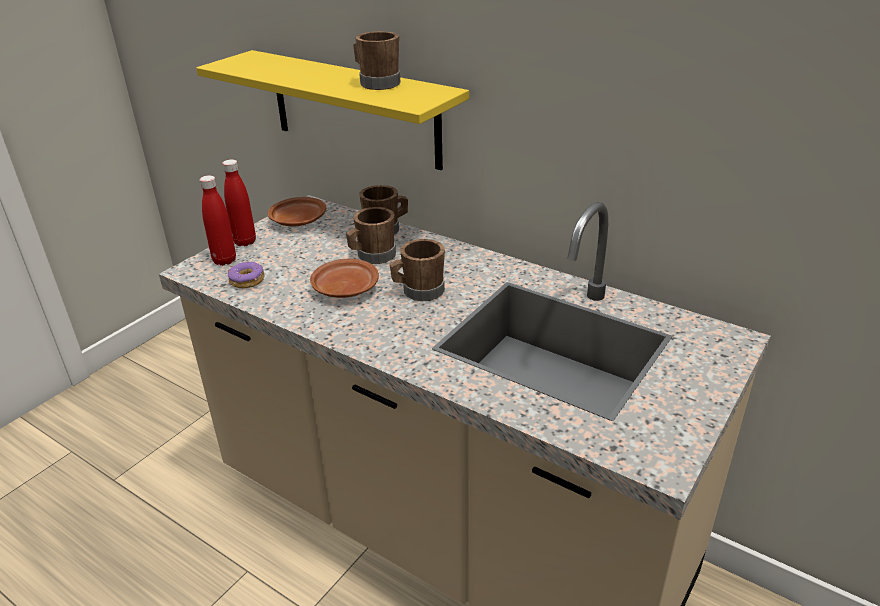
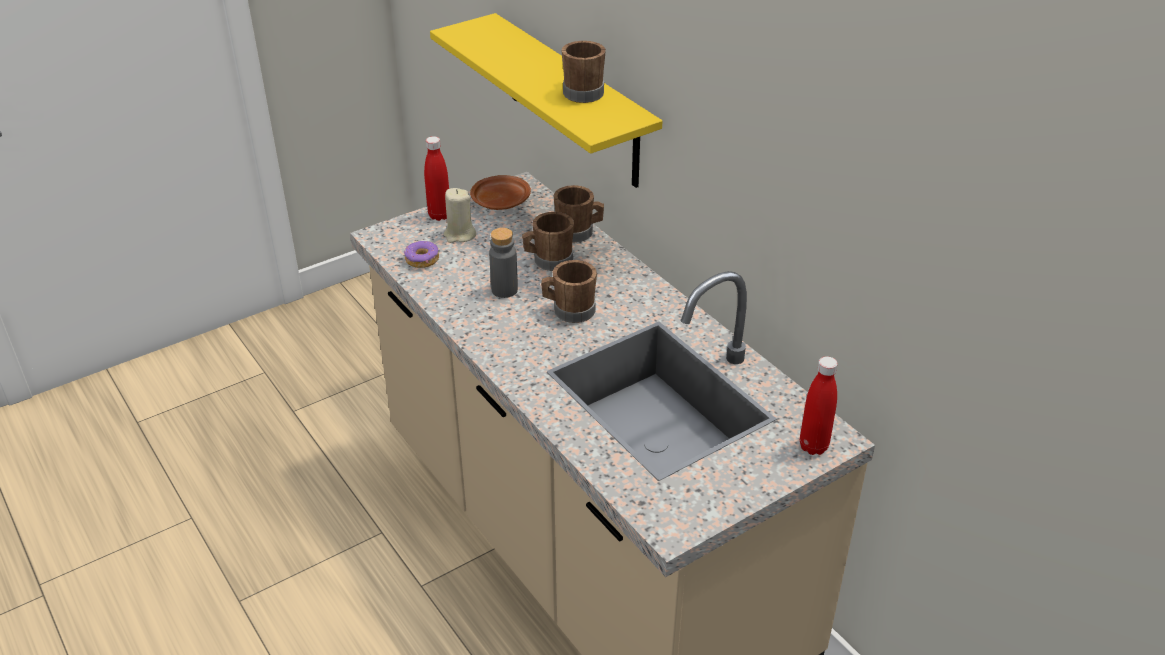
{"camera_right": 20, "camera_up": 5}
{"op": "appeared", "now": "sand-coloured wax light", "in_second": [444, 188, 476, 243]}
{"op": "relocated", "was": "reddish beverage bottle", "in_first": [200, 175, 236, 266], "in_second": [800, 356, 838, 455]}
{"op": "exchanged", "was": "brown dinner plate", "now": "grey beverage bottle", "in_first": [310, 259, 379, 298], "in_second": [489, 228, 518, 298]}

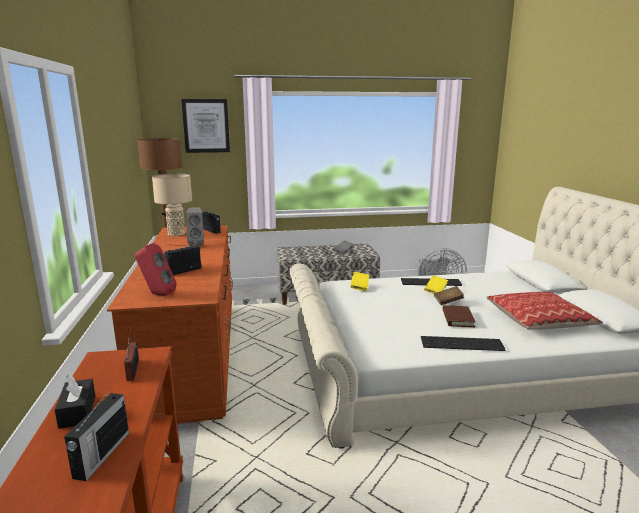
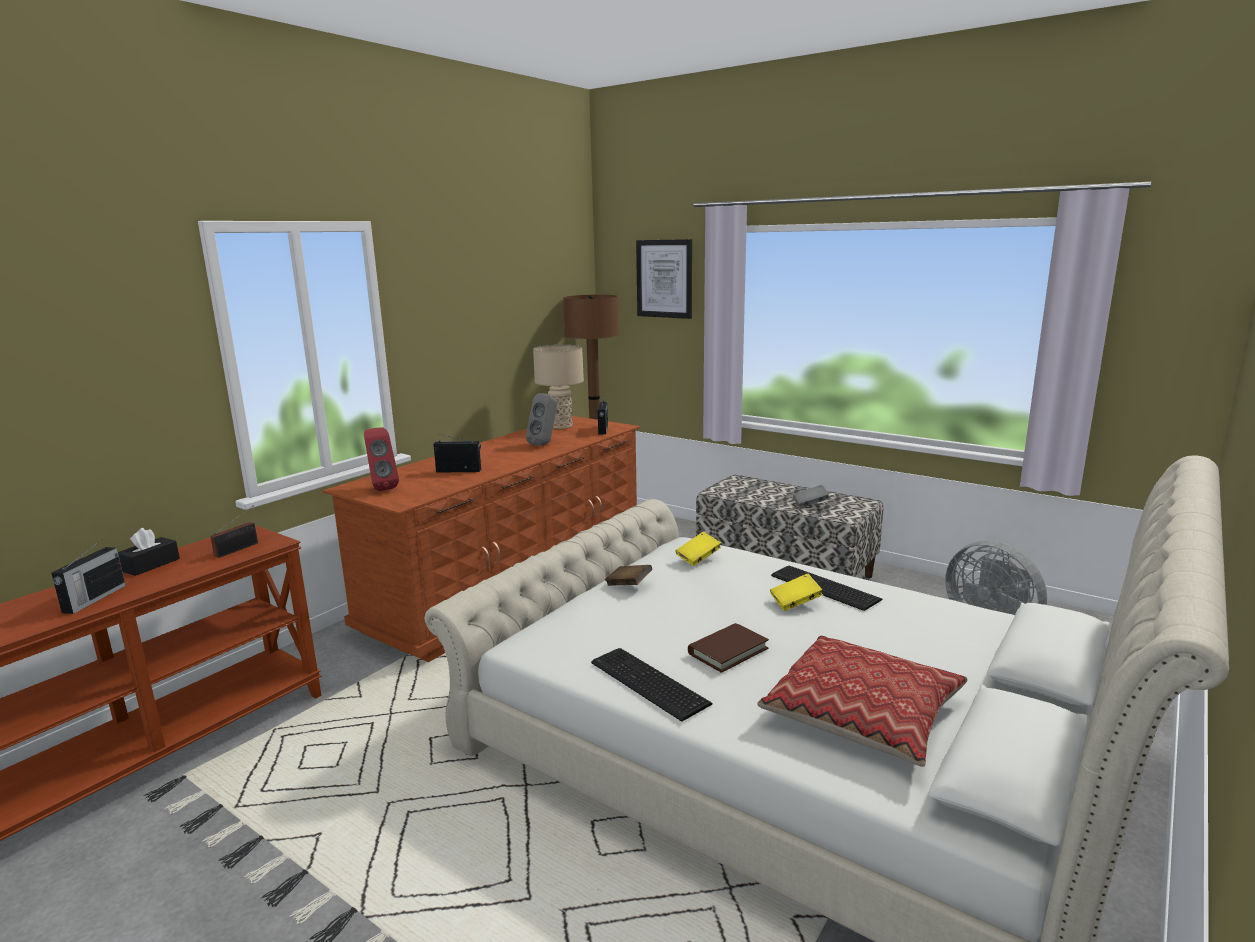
{"camera_right": 45, "camera_up": 0}
{"op": "relocated", "was": "brown bound book", "in_first": [434, 286, 464, 305], "in_second": [605, 565, 652, 586]}
{"op": "spun", "was": "radio receiver", "in_first": [64, 387, 129, 481], "in_second": [51, 541, 126, 614], "clockwise": -45}

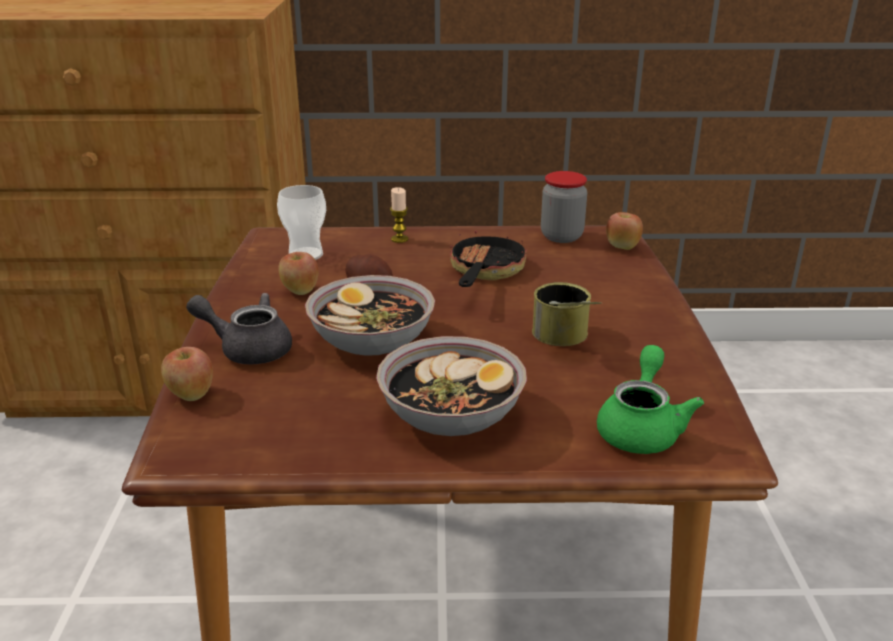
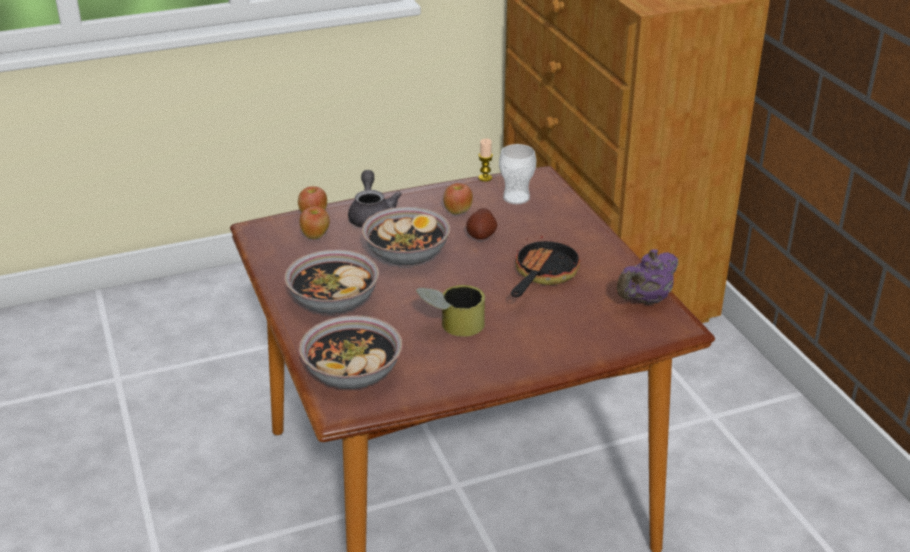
{"camera_right": 70, "camera_up": 5}
{"op": "relocated", "was": "wax light", "in_first": [390, 187, 409, 243], "in_second": [478, 139, 493, 182]}
{"op": "relocated", "was": "apple", "in_first": [606, 212, 643, 250], "in_second": [300, 206, 330, 239]}
{"op": "exchanged", "was": "preserve jar", "now": "purple pot for tea", "in_first": [541, 171, 587, 243], "in_second": [617, 249, 678, 304]}
{"op": "exchanged", "was": "green pot for tea", "now": "bowl", "in_first": [597, 345, 704, 454], "in_second": [299, 315, 403, 389]}
{"op": "spun", "was": "skillet", "in_first": [450, 230, 527, 287], "in_second": [511, 228, 581, 297], "clockwise": -60}

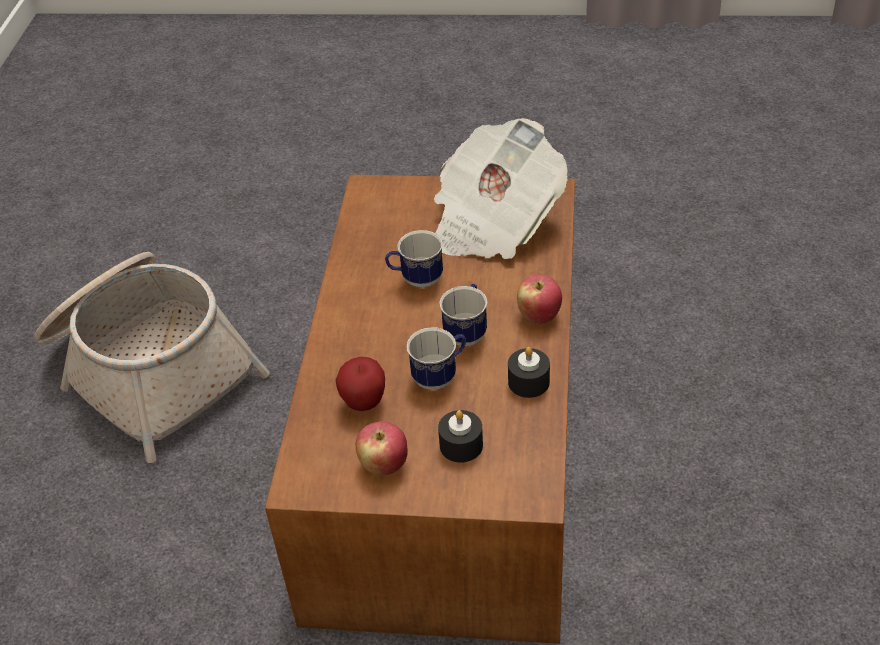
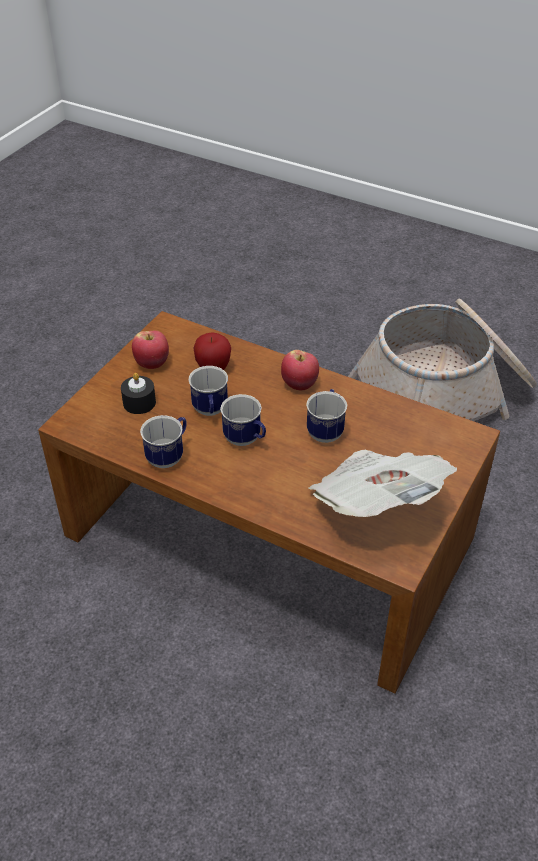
{"camera_right": 110, "camera_up": 0}
{"op": "relocated", "was": "apple", "in_first": [517, 275, 562, 324], "in_second": [281, 350, 319, 391]}
{"op": "exchanged", "was": "black-coloured wax light", "now": "mug", "in_first": [508, 347, 550, 398], "in_second": [140, 415, 187, 468]}

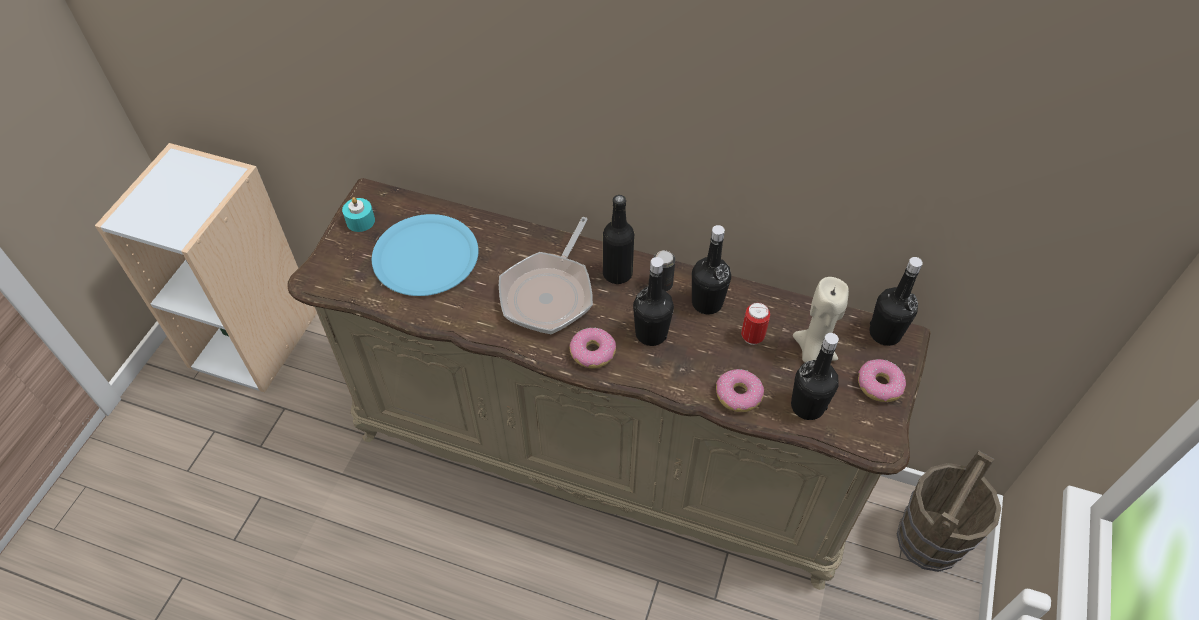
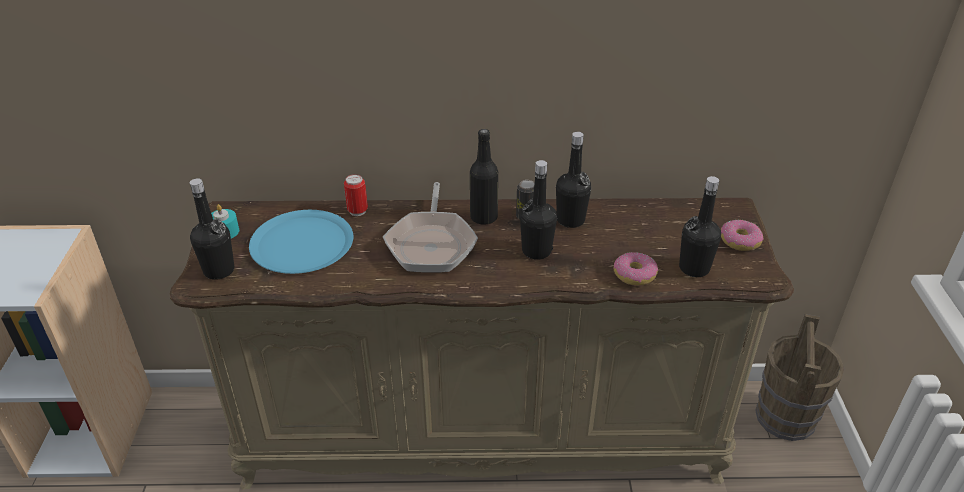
{"camera_right": -20, "camera_up": -15}
{"op": "missing", "was": "donut", "in_first": [569, 328, 616, 369]}
{"op": "missing", "was": "sand-coloured wax light", "in_first": [793, 277, 849, 362]}
{"op": "relocated", "was": "sealed can", "in_first": [741, 302, 770, 345], "in_second": [344, 174, 368, 216]}
{"op": "relocated", "was": "black-coloured beverage bottle", "in_first": [870, 257, 923, 346], "in_second": [190, 178, 234, 280]}

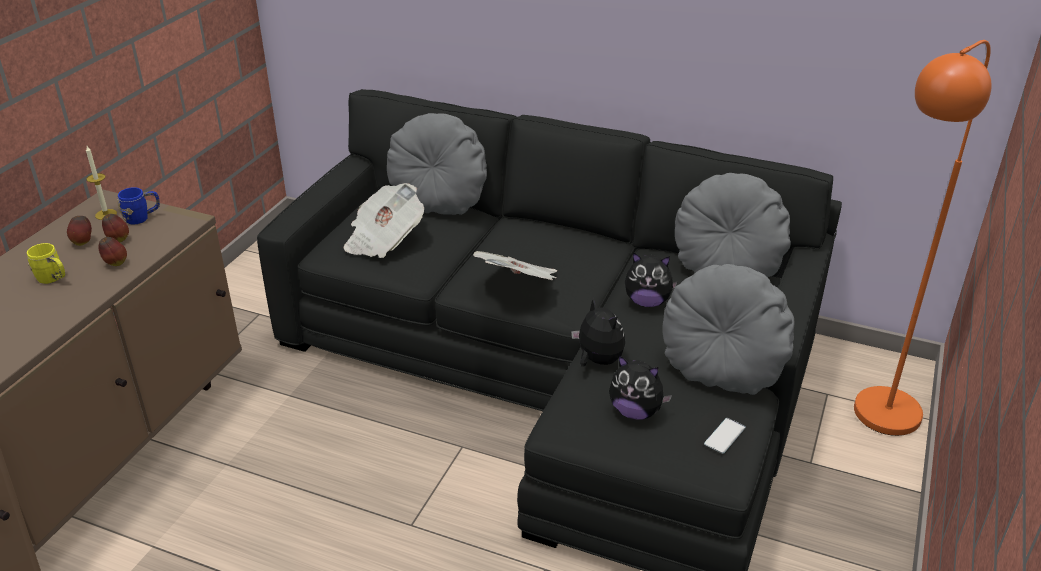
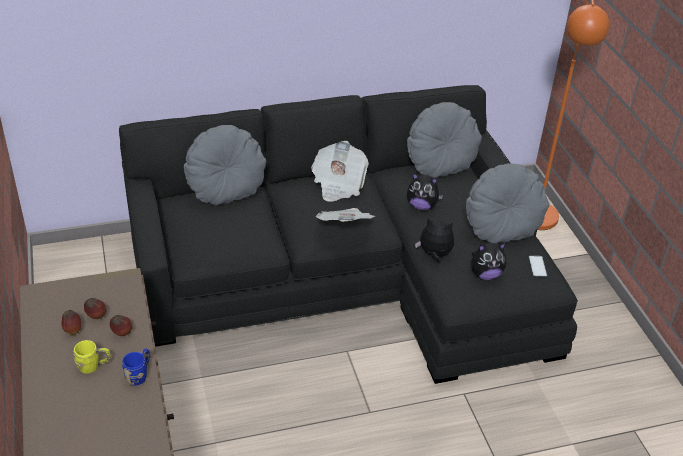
{"camera_right": -40, "camera_up": 5}
{"op": "missing", "was": "wax light", "in_first": [86, 146, 117, 220]}
{"op": "relocated", "was": "blue-coloured mug", "in_first": [117, 187, 160, 224], "in_second": [122, 349, 150, 386]}
{"op": "relocated", "was": "printed paper", "in_first": [344, 183, 424, 258], "in_second": [311, 141, 369, 202]}
{"op": "spun", "was": "soft toy", "in_first": [625, 252, 678, 307], "in_second": [407, 173, 444, 210], "clockwise": 45}

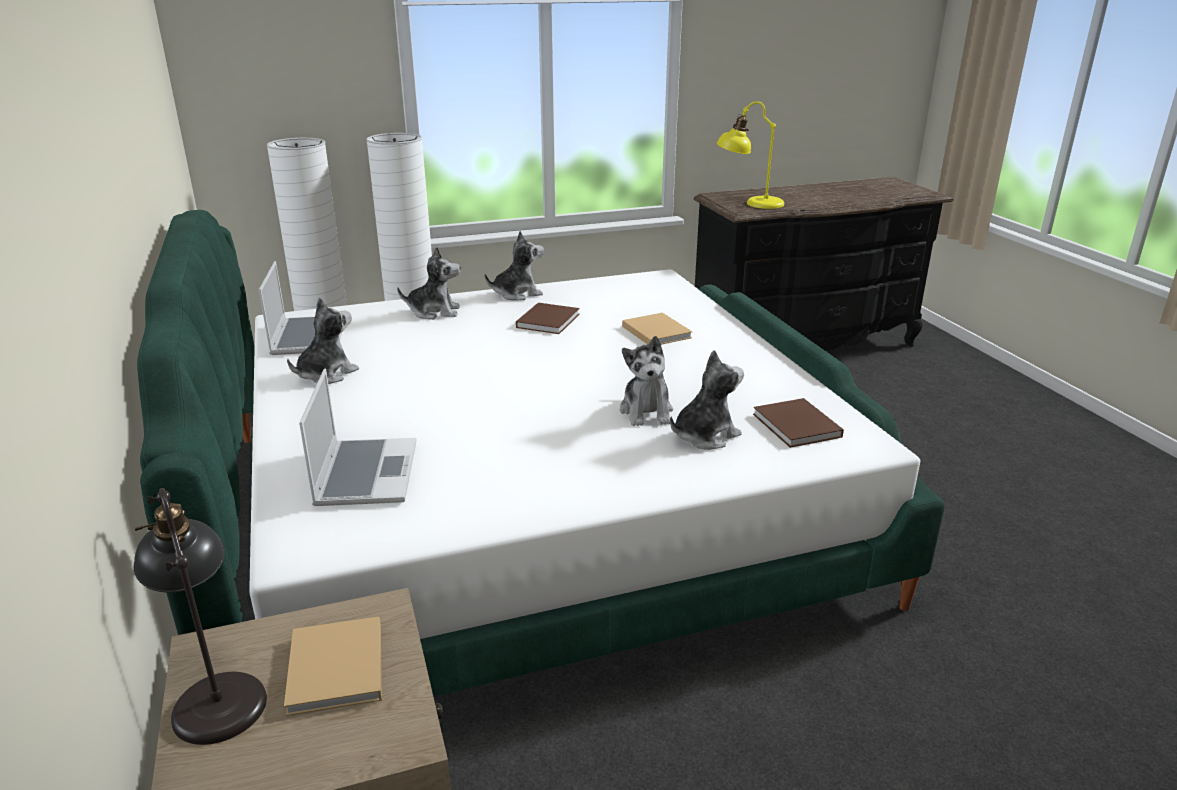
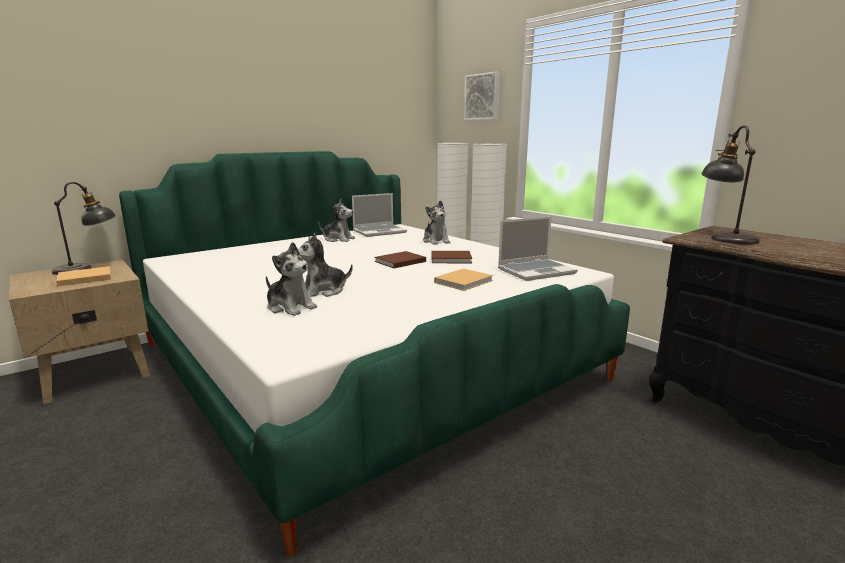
{"camera_right": 70, "camera_up": -10}
{"op": "missing", "was": "soft toy", "in_first": [485, 231, 544, 301]}
{"op": "appeared", "now": "wall art", "in_second": [464, 72, 500, 120]}
{"op": "relocated", "was": "notebook computer", "in_first": [299, 369, 417, 506], "in_second": [498, 216, 578, 281]}
{"op": "relocated", "was": "brown bound book", "in_first": [753, 398, 844, 448], "in_second": [374, 251, 426, 268]}
{"op": "colour", "was": "yellowish lamp for a table", "now": "grey lamp for a table", "in_first": [717, 101, 784, 209], "in_second": [702, 125, 760, 244]}

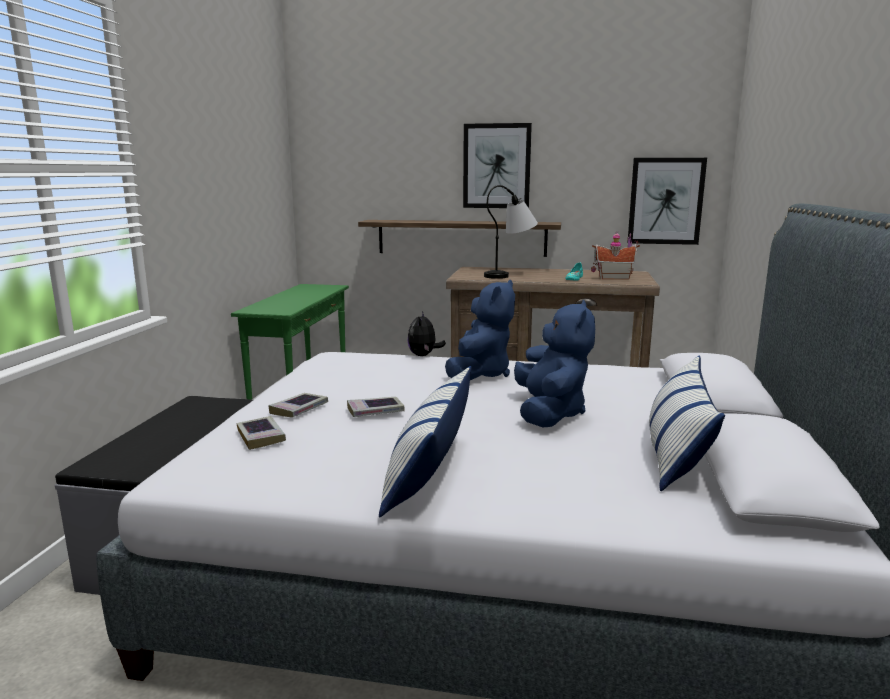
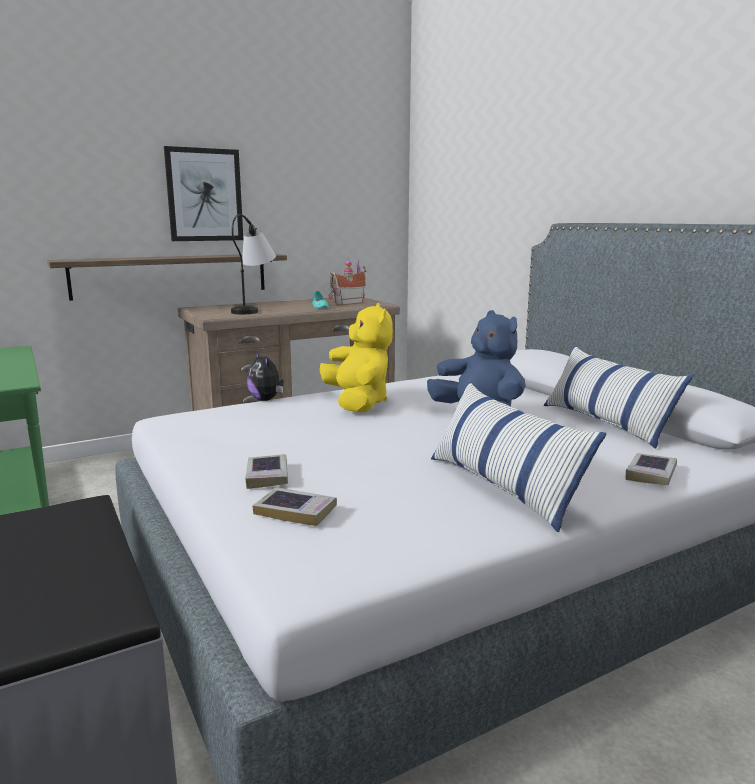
{"camera_right": -40, "camera_up": 0}
{"op": "missing", "was": "wall art", "in_first": [627, 158, 707, 245]}
{"op": "relocated", "was": "bound book", "in_first": [347, 397, 405, 417], "in_second": [625, 453, 677, 485]}
{"op": "colour", "was": "blue-coloured soft toy", "now": "yellowish soft toy", "in_first": [445, 280, 515, 380], "in_second": [320, 303, 393, 413]}

